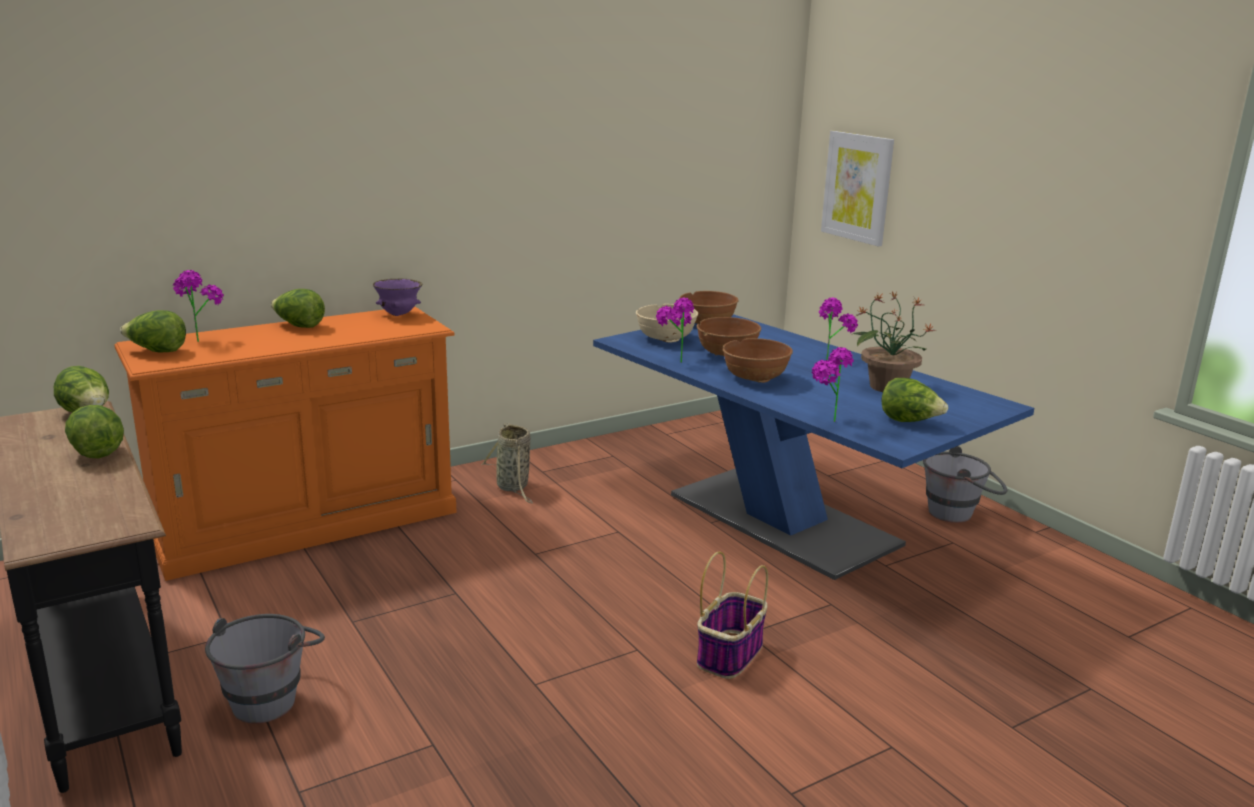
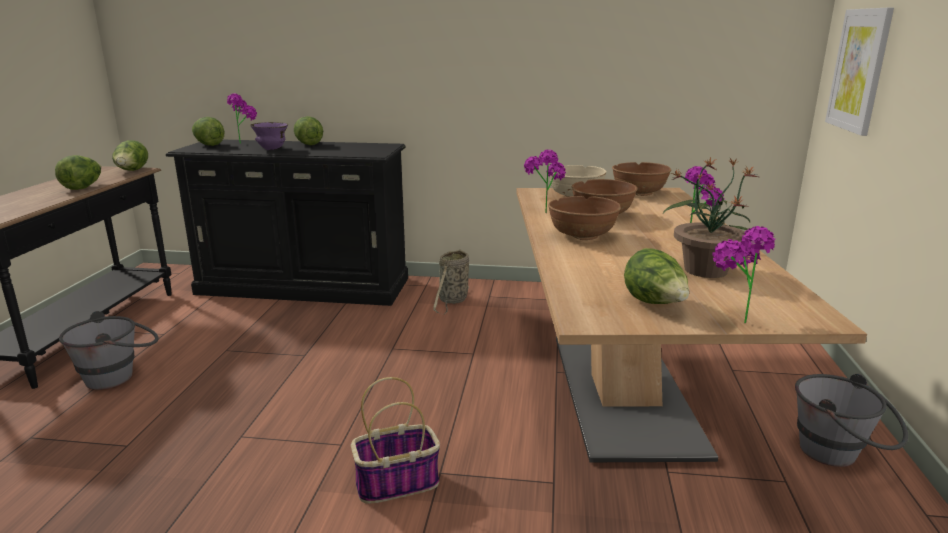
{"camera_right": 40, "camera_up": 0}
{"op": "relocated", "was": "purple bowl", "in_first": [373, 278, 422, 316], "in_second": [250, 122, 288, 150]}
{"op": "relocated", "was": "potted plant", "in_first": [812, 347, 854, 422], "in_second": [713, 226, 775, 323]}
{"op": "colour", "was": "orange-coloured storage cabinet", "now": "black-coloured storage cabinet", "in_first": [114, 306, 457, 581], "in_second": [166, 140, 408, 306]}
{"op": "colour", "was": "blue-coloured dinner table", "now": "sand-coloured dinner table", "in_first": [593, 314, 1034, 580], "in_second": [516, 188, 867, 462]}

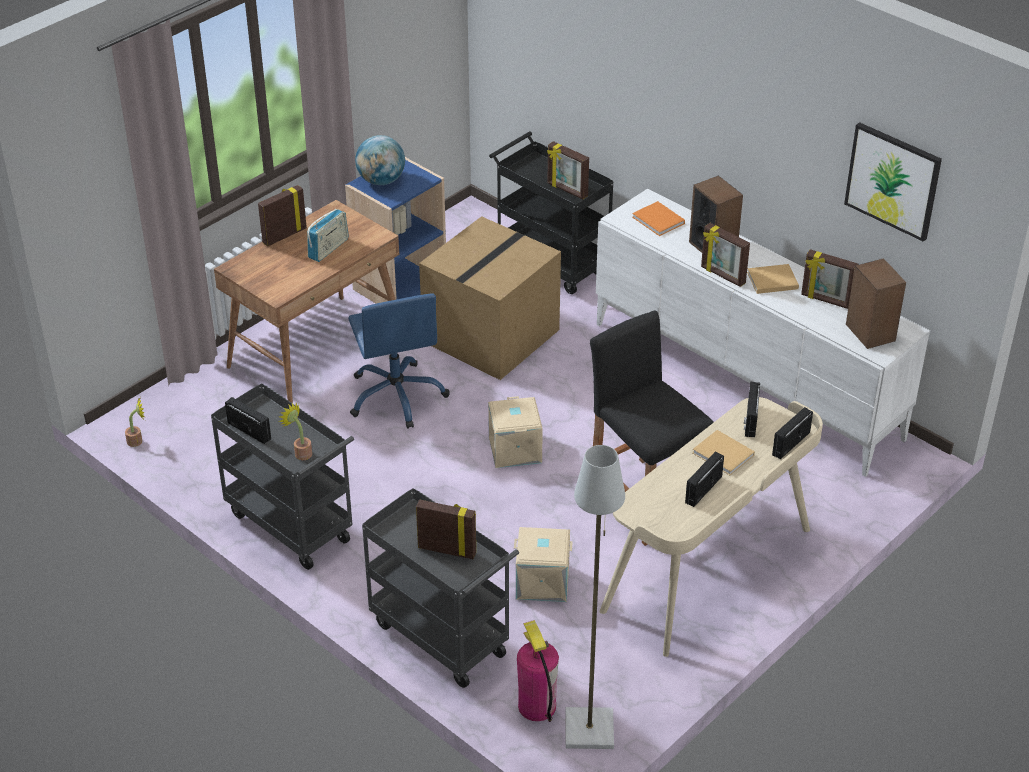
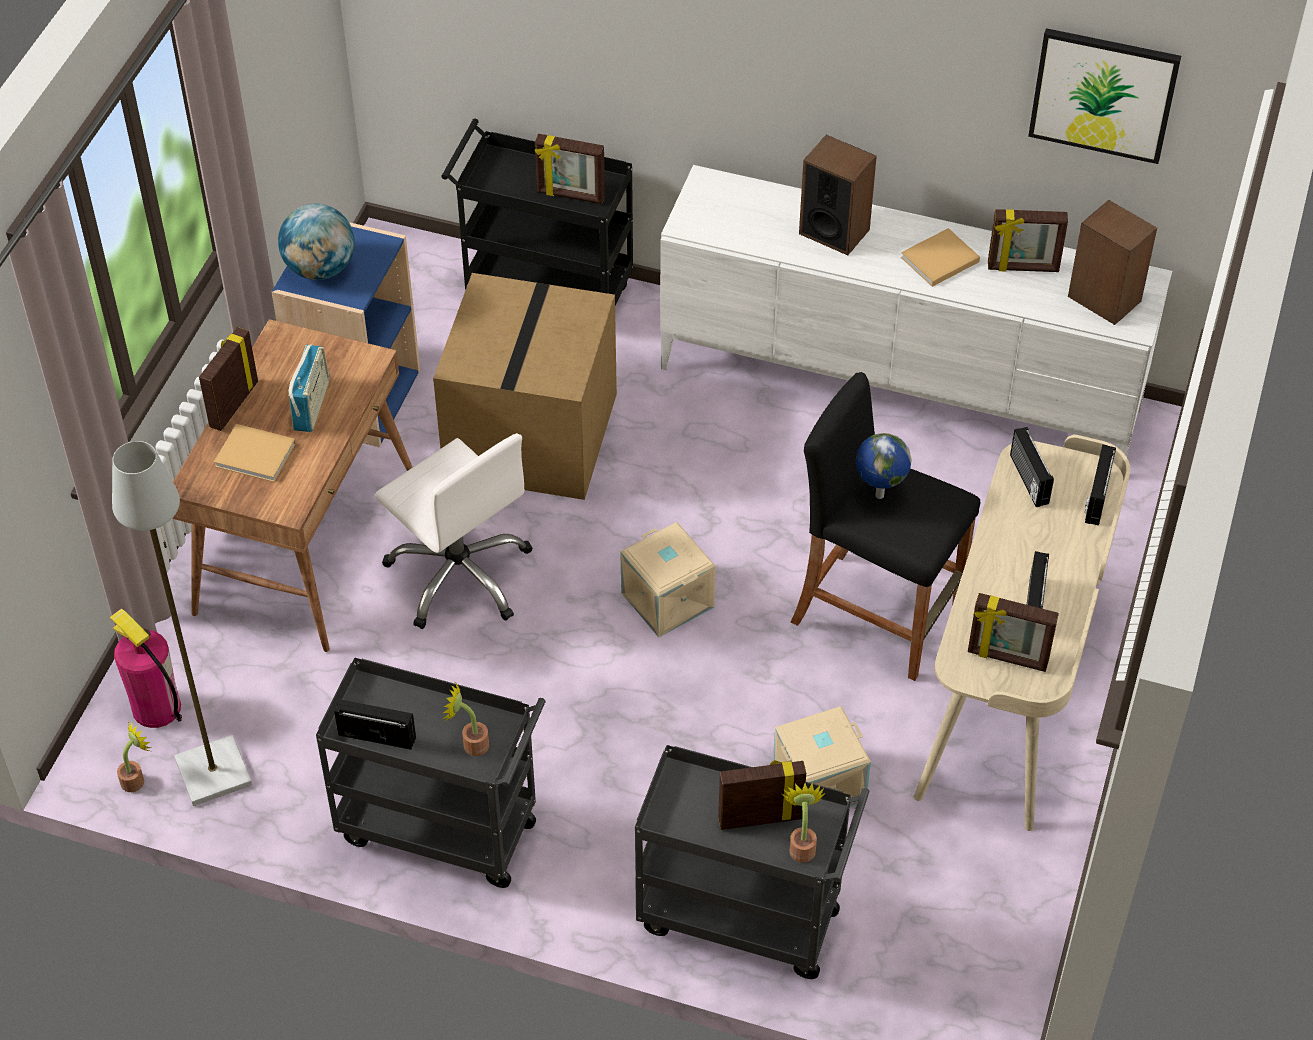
{"camera_right": -25, "camera_up": 10}
{"op": "missing", "was": "orange-coloured bound book", "in_first": [632, 201, 685, 236]}
{"op": "appeared", "now": "potted plant", "in_second": [782, 783, 825, 863]}
{"op": "appeared", "now": "desk globe", "in_second": [856, 433, 911, 499]}
{"op": "relocated", "was": "fire-fighting cylinder", "in_first": [517, 620, 559, 722], "in_second": [109, 608, 182, 728]}
{"op": "relocated", "was": "grey standing lamp", "in_first": [565, 445, 625, 749], "in_second": [112, 441, 252, 806]}
{"op": "relocated", "was": "sand-coloured bound book", "in_first": [693, 430, 755, 475], "in_second": [214, 424, 296, 482]}
{"op": "relocated", "was": "photo frame", "in_first": [701, 223, 750, 287], "in_second": [968, 593, 1059, 672]}
{"op": "colour", "was": "blue-coloured computer chair", "now": "white computer chair", "in_first": [348, 294, 450, 429], "in_second": [375, 433, 532, 629]}

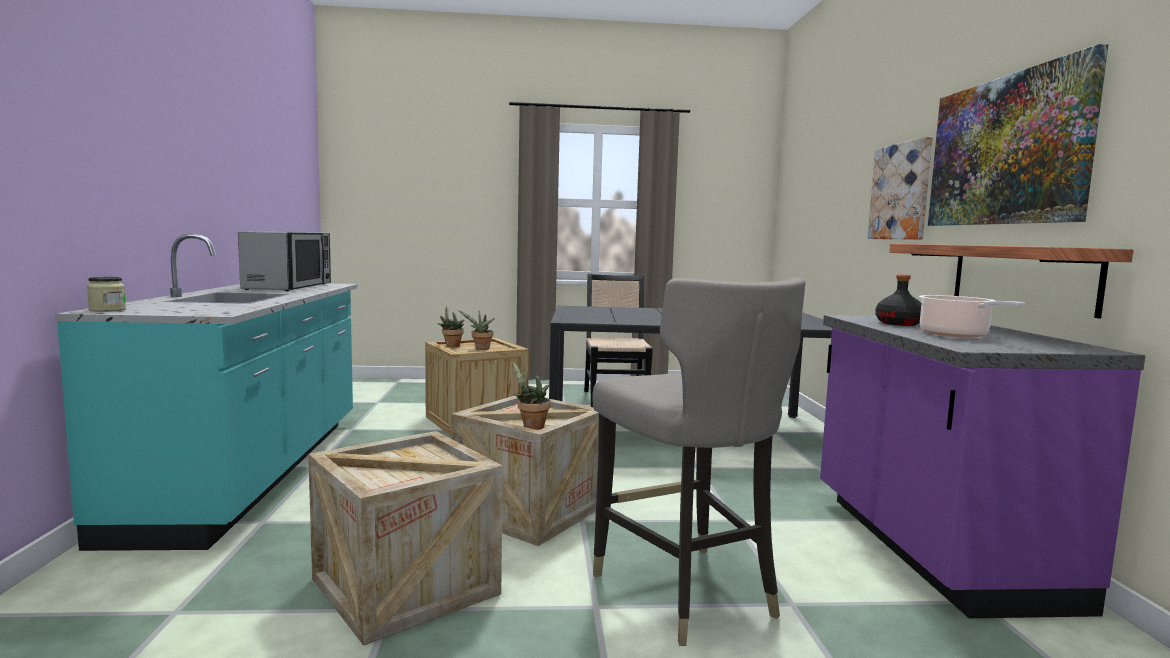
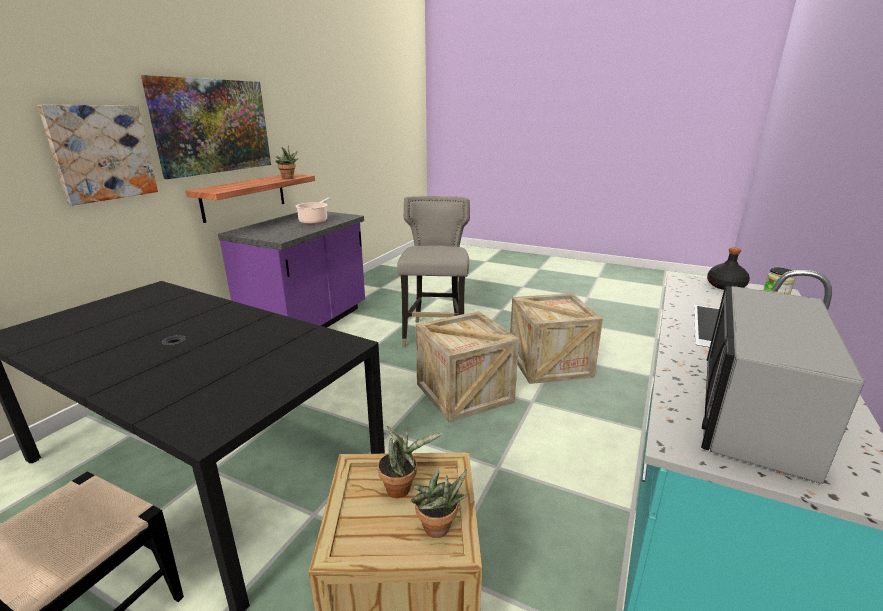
{"camera_right": -150, "camera_up": 15}
{"op": "relocated", "was": "potted plant", "in_first": [513, 361, 551, 430], "in_second": [275, 146, 299, 179]}
{"op": "relocated", "was": "black-coloured beverage bottle", "in_first": [875, 275, 922, 326], "in_second": [707, 248, 750, 290]}

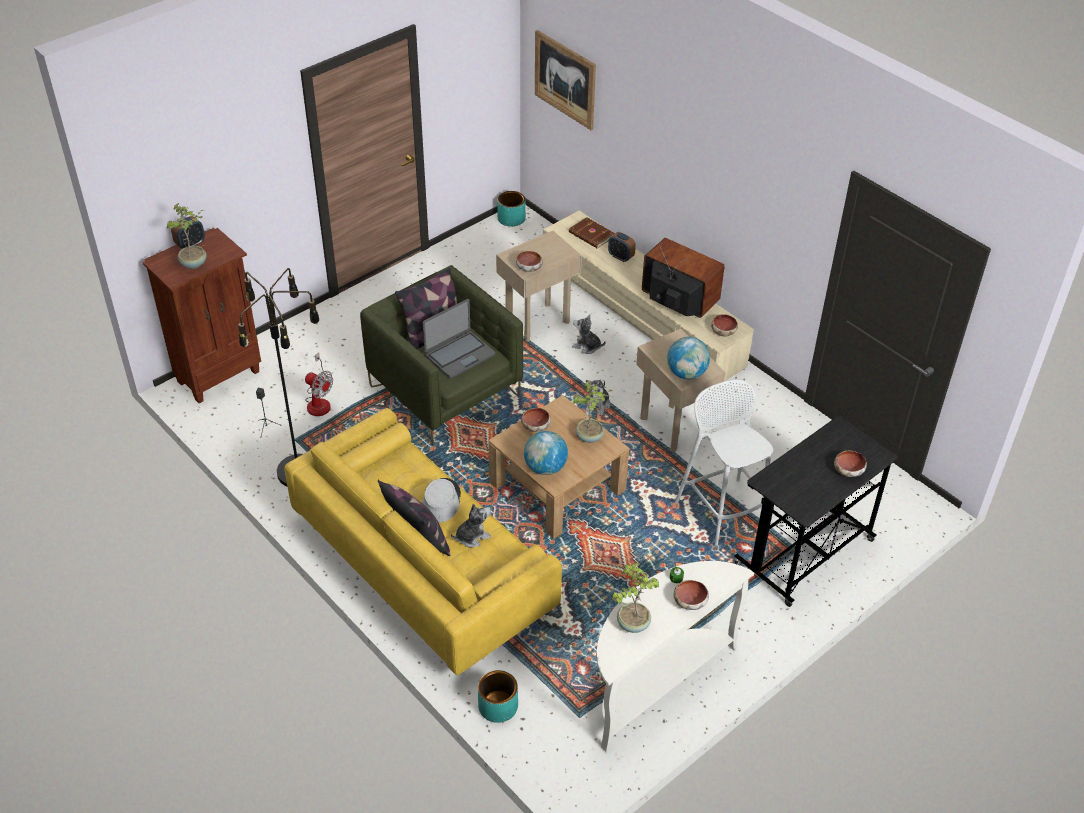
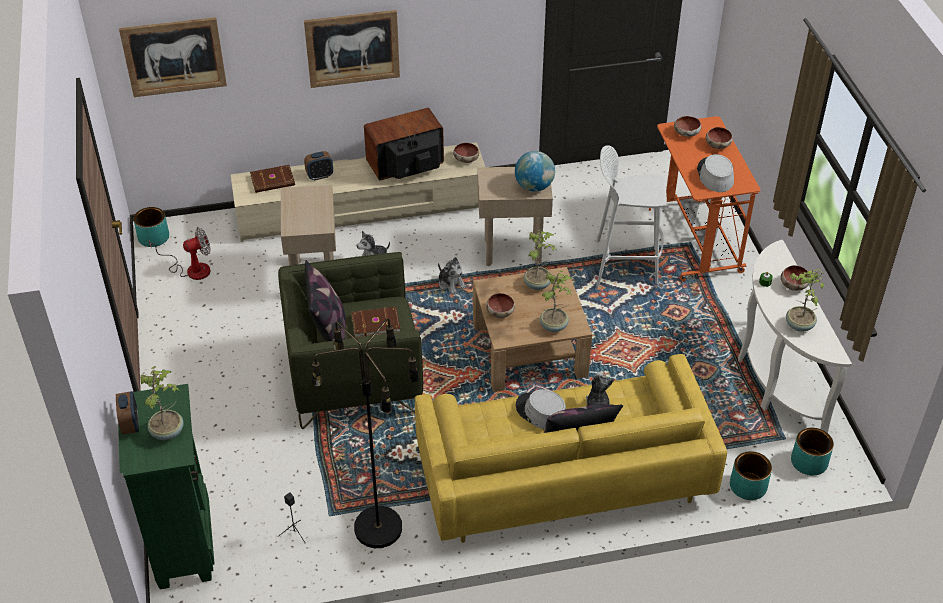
{"camera_right": -60, "camera_up": 0}
{"op": "appeared", "now": "wall art", "in_second": [304, 10, 400, 88]}
{"op": "appeared", "now": "grey wearable hat", "in_second": [697, 154, 734, 192]}
{"op": "appeared", "now": "blue-green plant pot", "in_second": [791, 428, 834, 476]}
{"op": "relocated", "was": "electric fan", "in_first": [305, 352, 333, 416], "in_second": [149, 228, 211, 280]}
{"op": "relocated", "was": "bowl", "in_first": [516, 251, 543, 272], "in_second": [674, 116, 702, 137]}
{"op": "exchanged", "was": "notebook computer", "now": "brown bound book", "in_first": [423, 299, 495, 378], "in_second": [351, 307, 400, 338]}
{"op": "exchanged", "was": "desk globe", "now": "potted plant", "in_first": [524, 431, 568, 475], "in_second": [540, 271, 573, 332]}
{"op": "colour", "was": "brown storage cabinet", "now": "green storage cabinet", "in_first": [142, 228, 261, 403], "in_second": [118, 384, 215, 589]}
{"op": "colour", "was": "black-coloured desk unit", "now": "orange-coloured desk unit", "in_first": [734, 416, 897, 607], "in_second": [649, 116, 760, 282]}

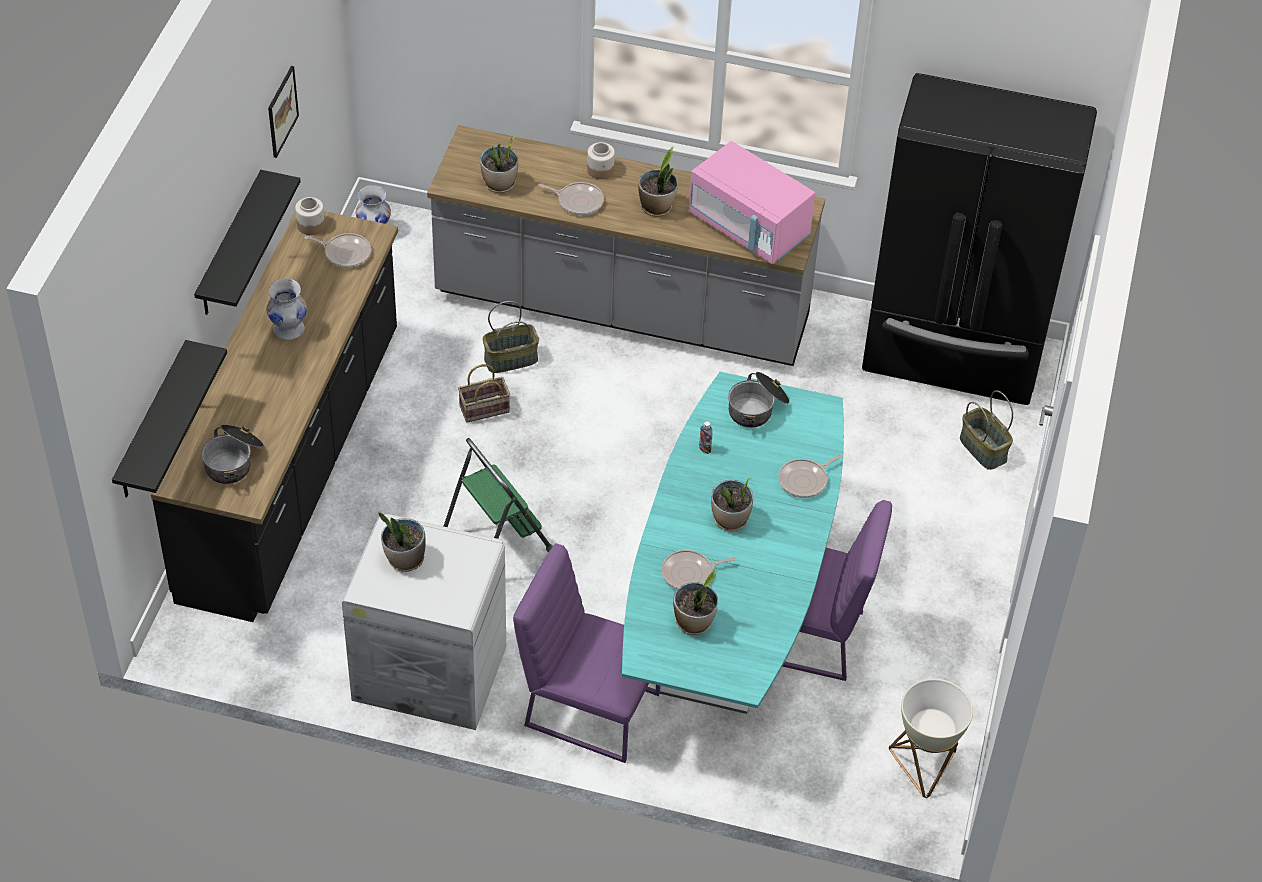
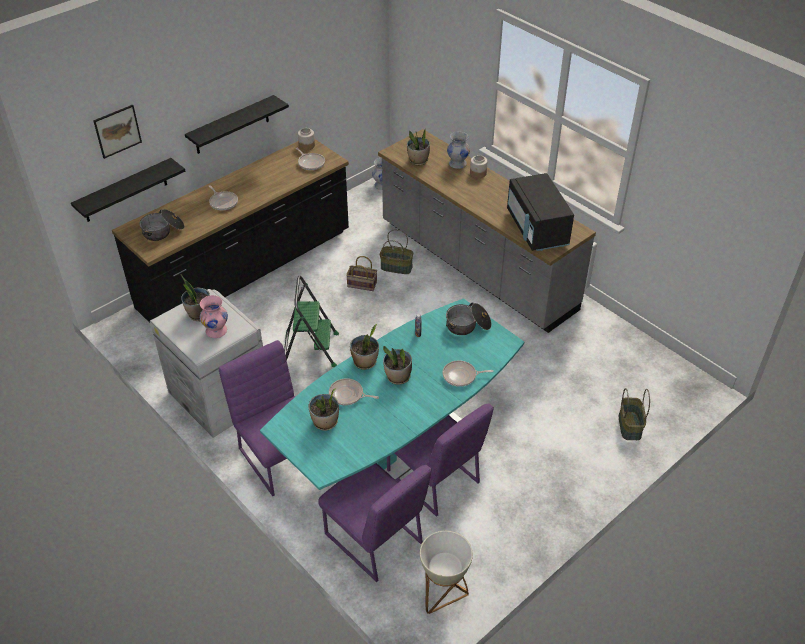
{"camera_right": 35, "camera_up": -5}
{"op": "missing", "was": "black-coloured refrigerator", "in_first": [862, 73, 1097, 405]}
{"op": "appeared", "now": "pink-coloured flower vase", "in_second": [200, 295, 228, 338]}
{"op": "appeared", "now": "purple plain chair", "in_second": [318, 463, 431, 582]}
{"op": "relocated", "was": "white flower vase", "in_first": [266, 278, 307, 340], "in_second": [447, 131, 470, 169]}
{"op": "relocated", "was": "wall art", "in_first": [268, 66, 299, 158], "in_second": [93, 105, 142, 159]}
{"op": "relocated", "was": "skillet", "in_first": [538, 182, 604, 215], "in_second": [209, 185, 238, 210]}
{"op": "relocated", "was": "potted plant", "in_first": [638, 147, 678, 217], "in_second": [350, 324, 379, 370]}
{"op": "colour", "was": "pink-coloured microwave", "now": "black-coloured microwave", "in_first": [689, 141, 815, 264], "in_second": [507, 173, 574, 251]}

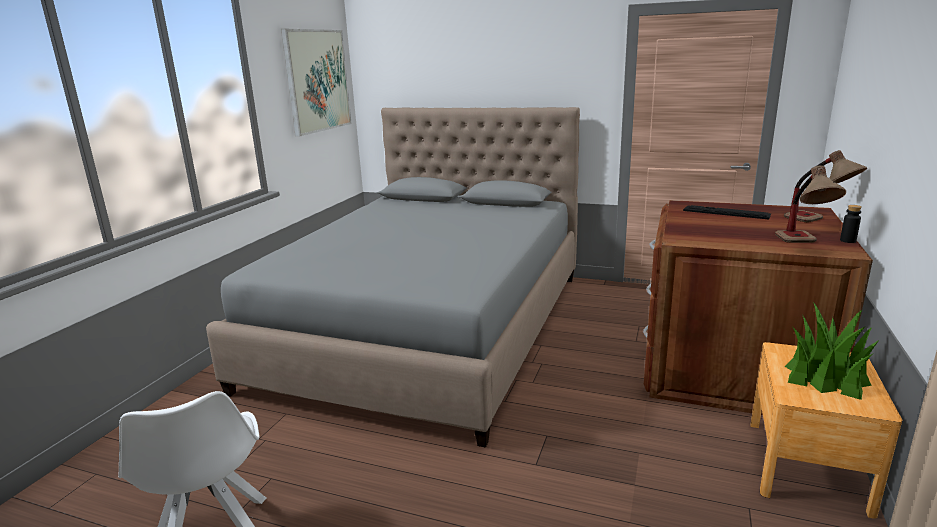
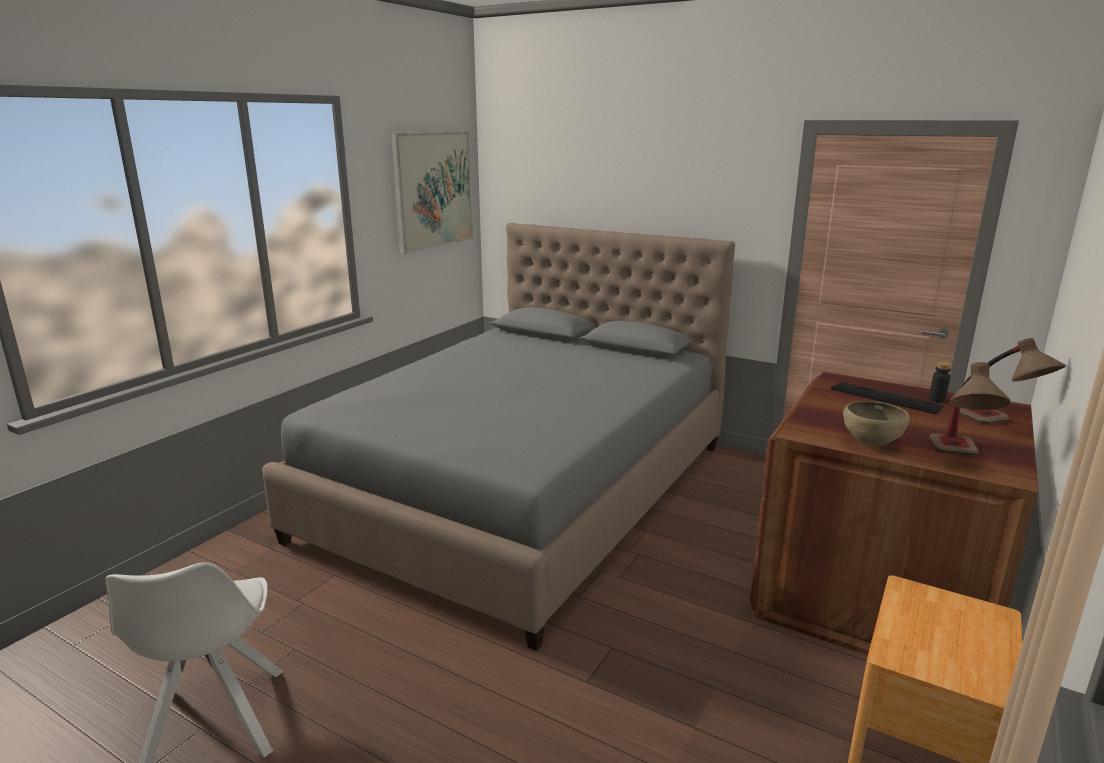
{"camera_right": 10, "camera_up": 0}
{"op": "missing", "was": "potted plant", "in_first": [785, 302, 879, 400]}
{"op": "appeared", "now": "brown bowl", "in_second": [843, 401, 910, 446]}
{"op": "relocated", "was": "black-coloured beverage bottle", "in_first": [840, 205, 862, 243], "in_second": [929, 362, 951, 403]}

